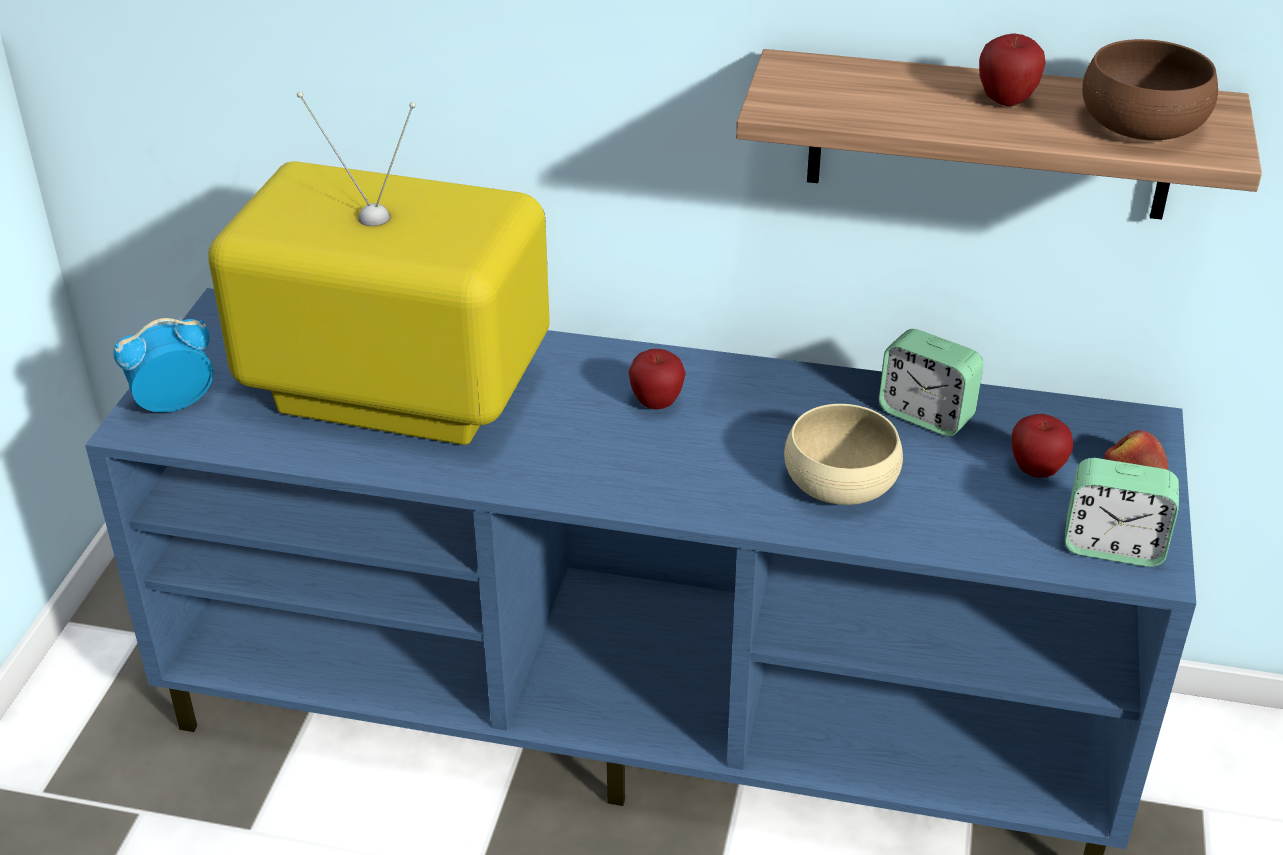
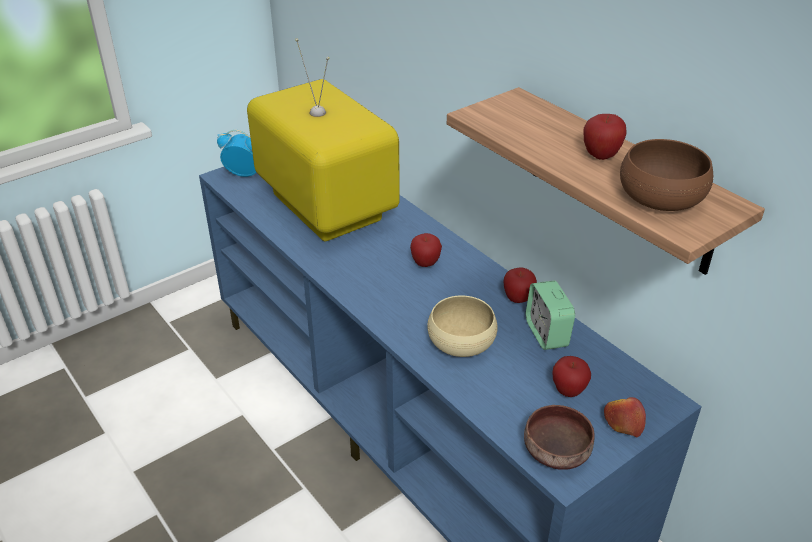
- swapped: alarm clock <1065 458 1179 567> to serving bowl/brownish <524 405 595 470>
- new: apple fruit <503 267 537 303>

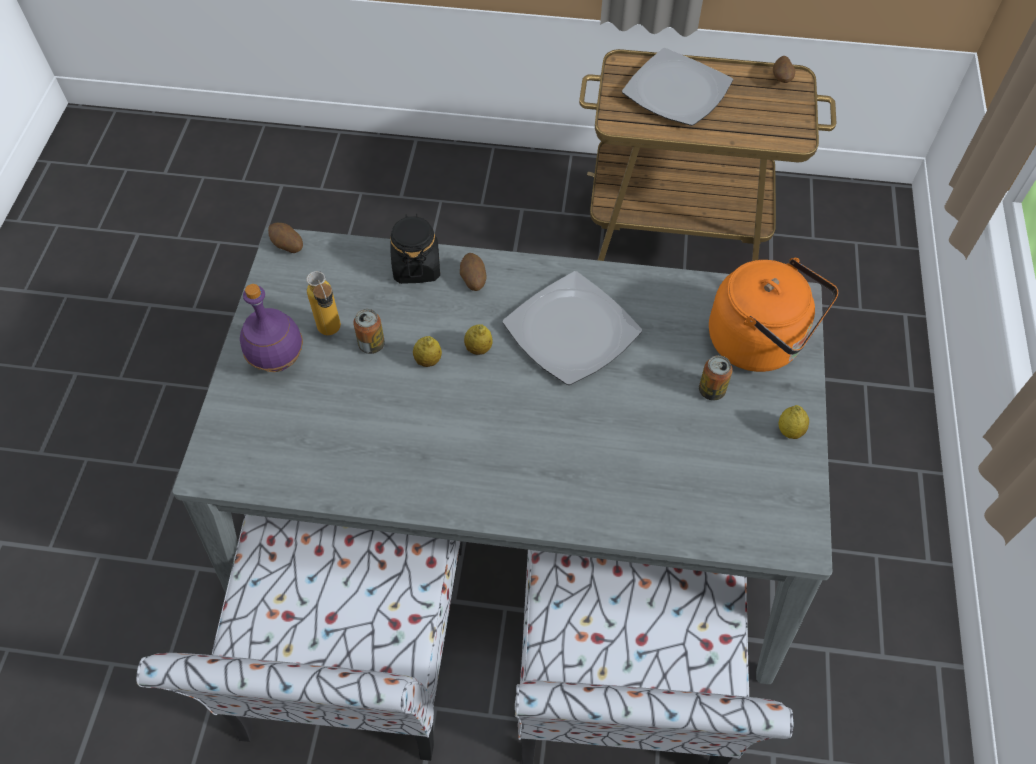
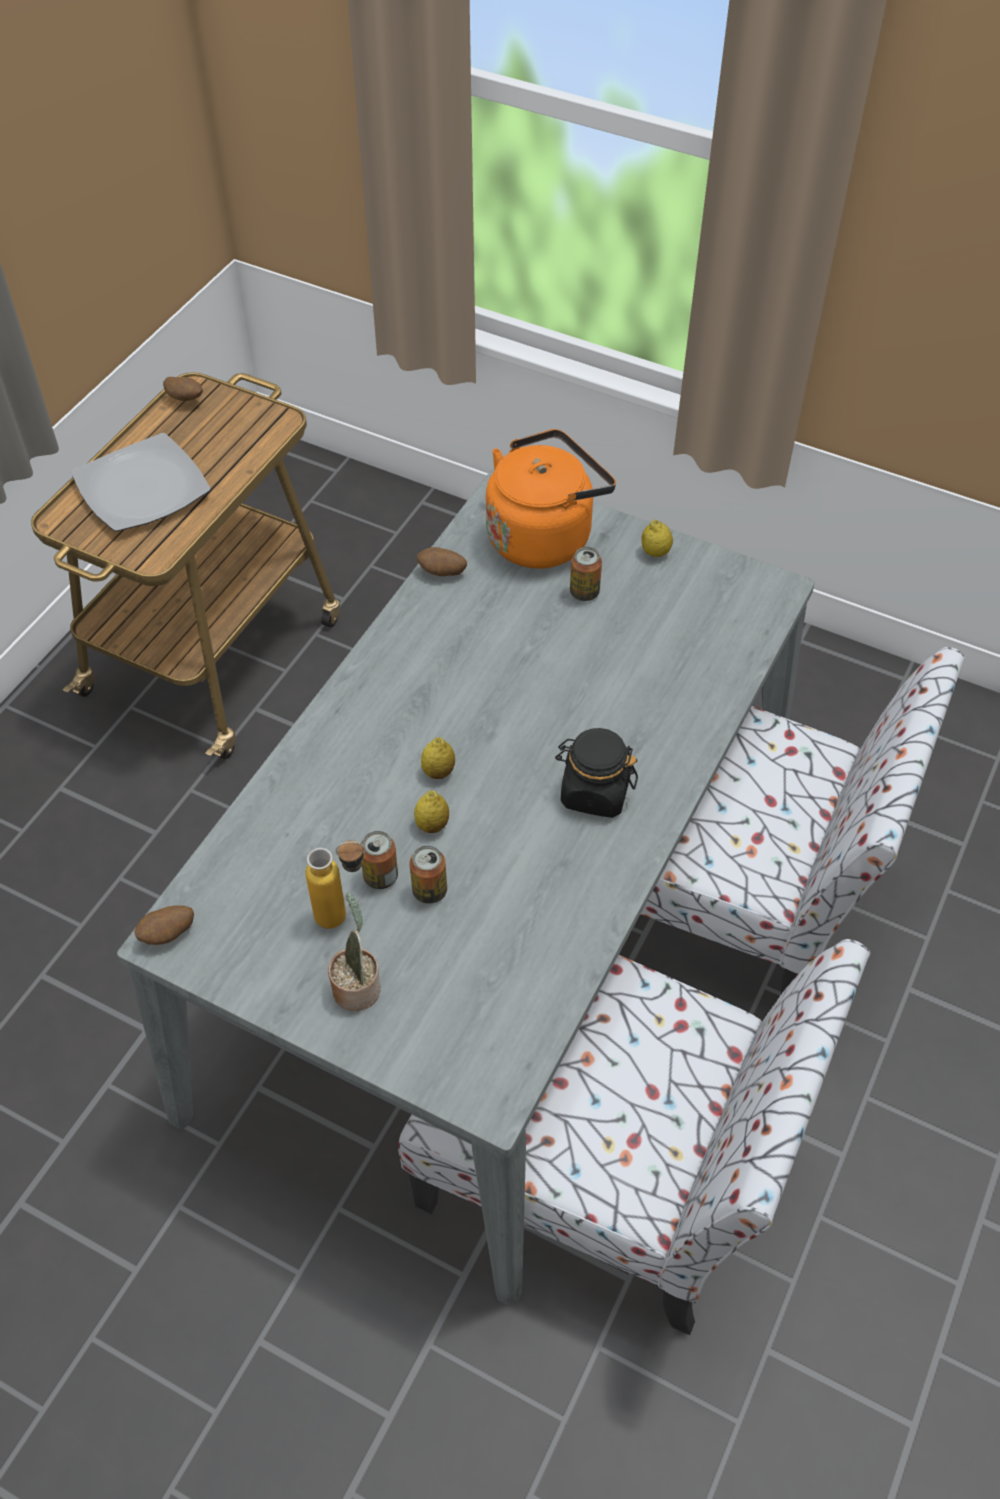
- shifted: storage jar/black <390 214 440 284> to <555 728 638 818>
- shifted: whole potato <460 253 487 291> to <417 547 467 576>
- gone: plate <503 271 642 385>
- swapped: drink bottle/purplish <240 284 303 372> to plant in a pot <328 893 381 1011>
- new: metal can <409 845 447 904>

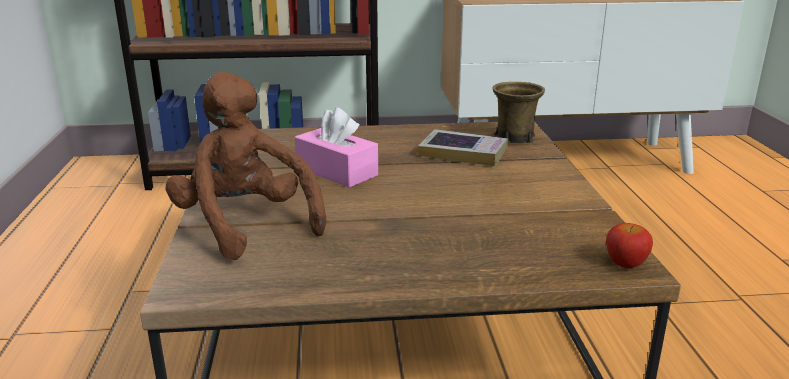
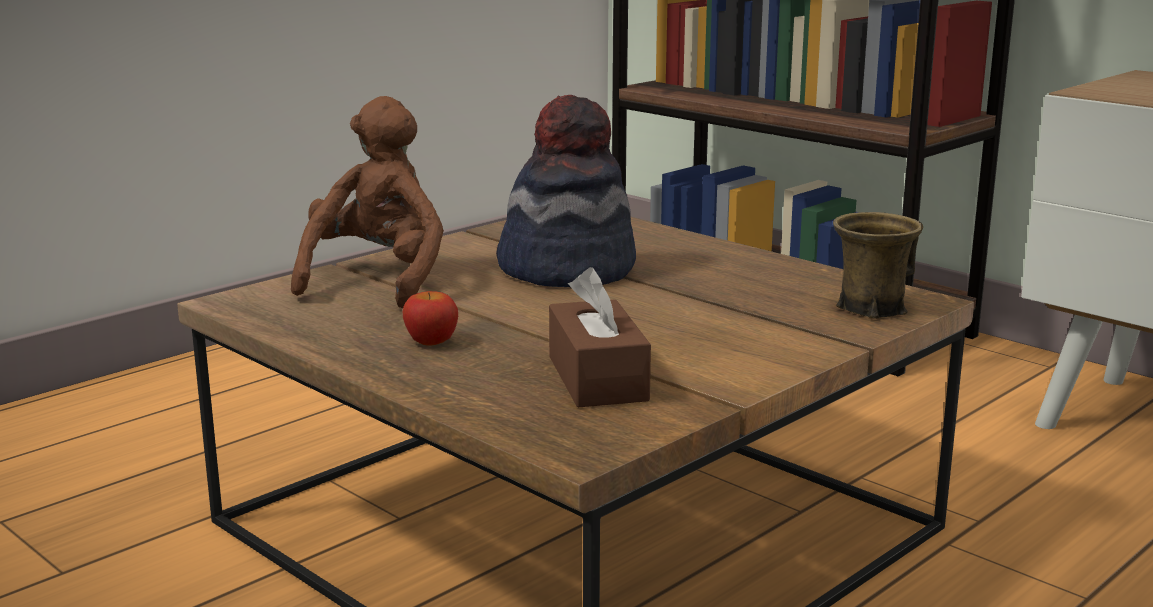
- swapped: box of tissues/pink-coloured <295 107 378 188> to wearable hat <496 95 636 287>
- gone: volume <418 129 508 166>
- shifted: apple fruit <606 223 653 268> to <403 291 458 346>
- new: box of tissues/brownish <549 267 651 407>

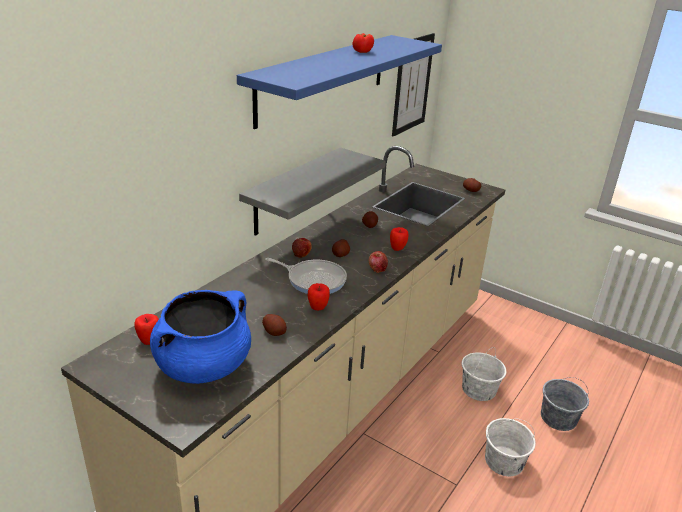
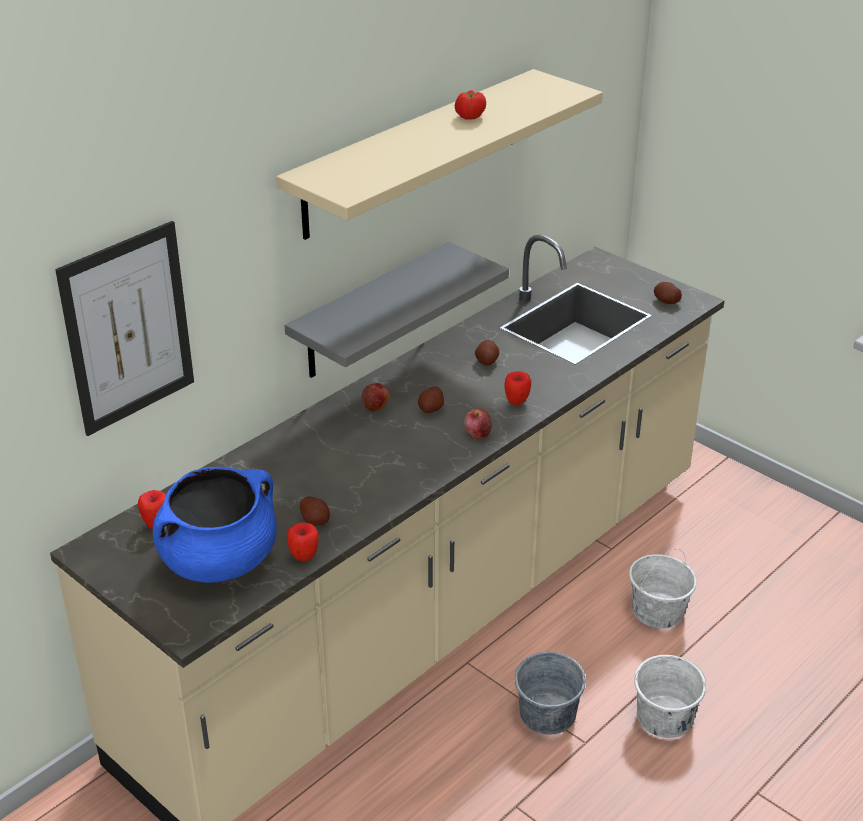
- shifted: wall art <392 33 435 137> to <55 221 194 436>
- repainted: wall shelf/blue <237 35 442 129> to wall shelf/beige <276 69 603 240>
- gone: frying pan <265 258 347 294>
- shifted: apple fruit <308 283 330 310> to <287 522 319 561>
- shifted: pail/grey <541 377 589 431> to <515 652 586 735>

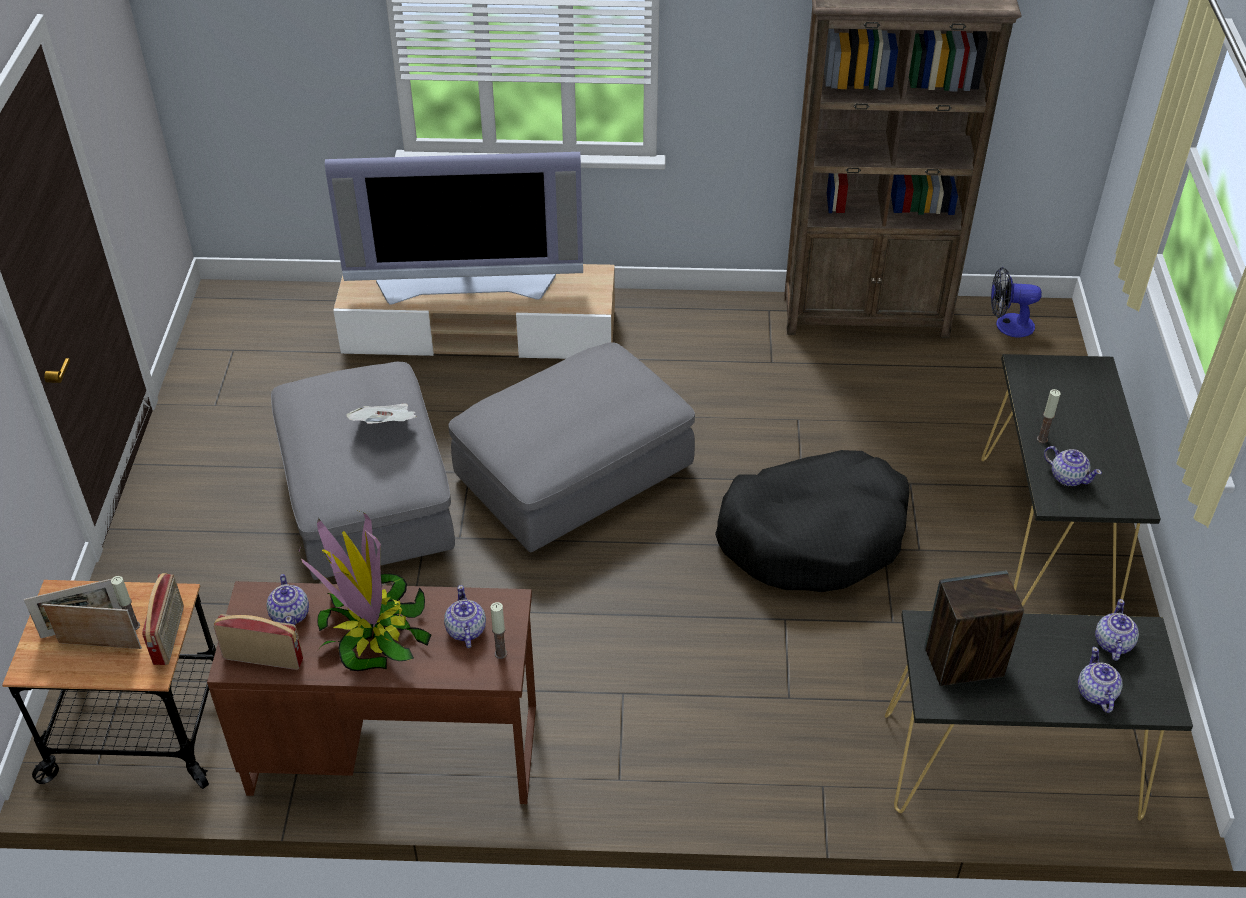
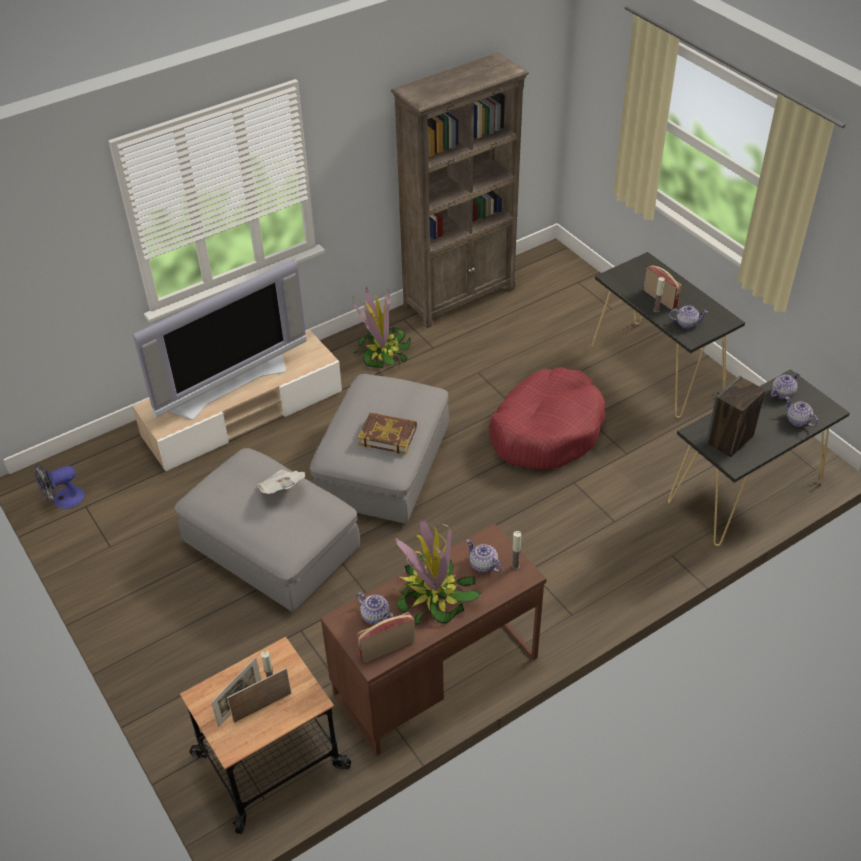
- shifted: electric fan <991 267 1042 337> to <34 464 85 509>
- repainted: dog bed/black <715 450 910 592> to dog bed/reddish <489 367 605 469>
- shifted: radio set <142 573 184 665> to <643 265 682 310>
- rotated: tea pot <1095 599 1139 661> = <771 372 800 399> 75 degrees clockwise
- new: plant in a pot <353 286 411 369>
- new: volume <358 413 417 454>

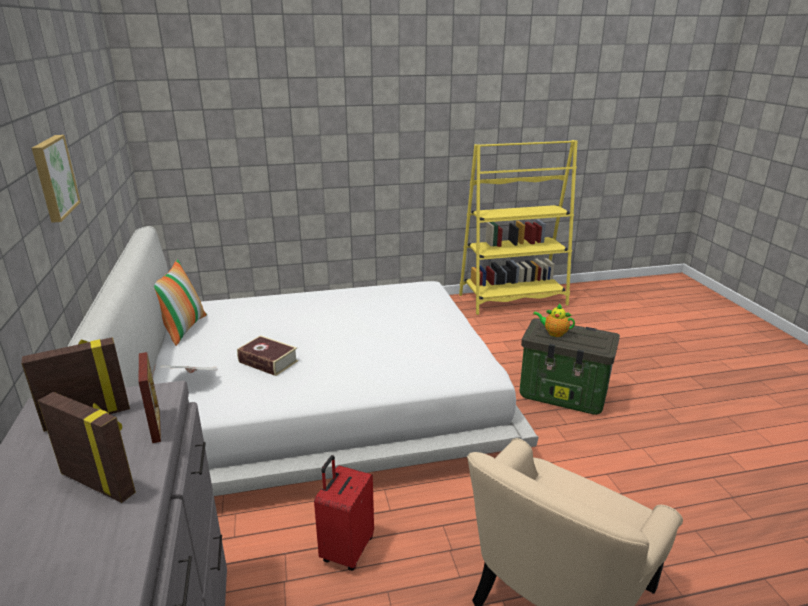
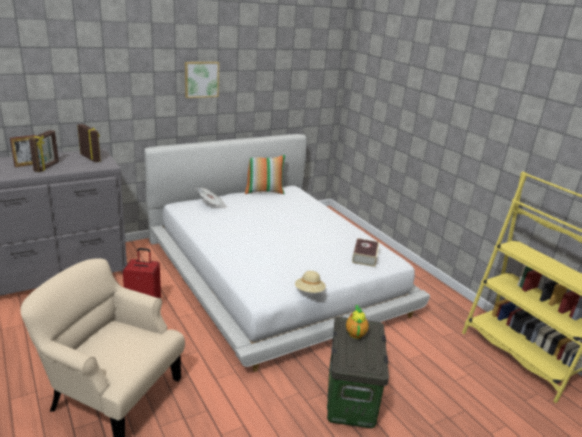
- shifted: volume <237 335 298 376> to <352 238 379 267>
- shifted: standing frame <138 352 161 443> to <10 135 36 167>
- new: wearable hat/beige <295 271 326 293>

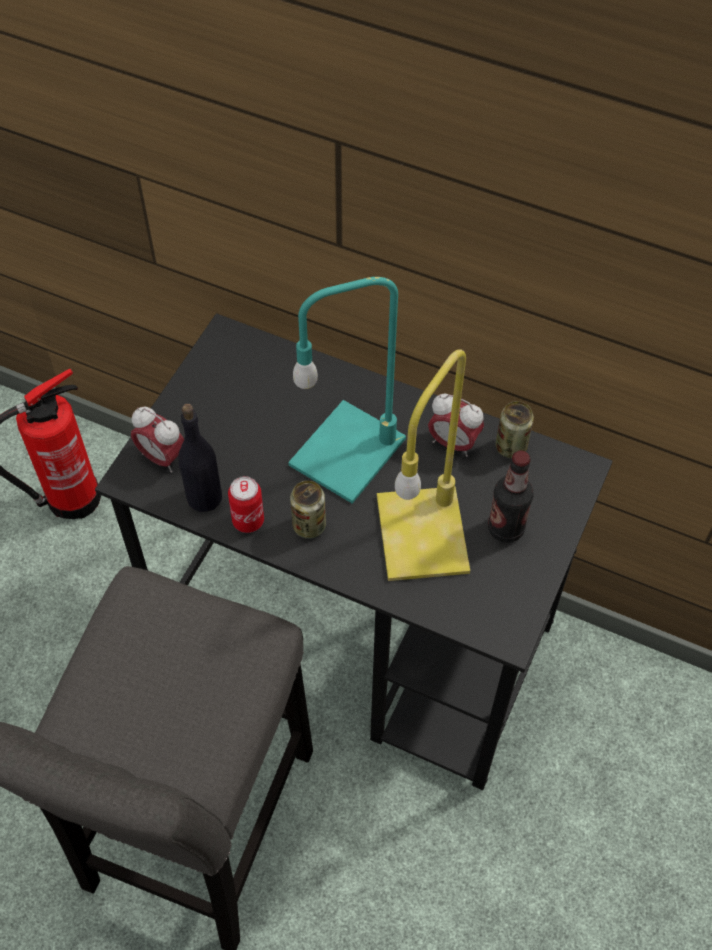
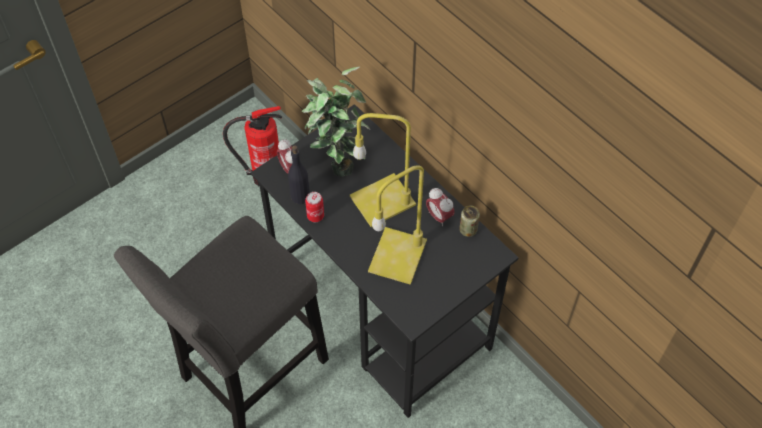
- repainted: table lamp/turquoise-coloured <288 277 406 504> to table lamp/yellow <350 113 416 227>
- gone: drink bottle <488 451 533 543>
- gone: metal can <290 481 326 539>
- new: plant in a pot <302 67 370 177>

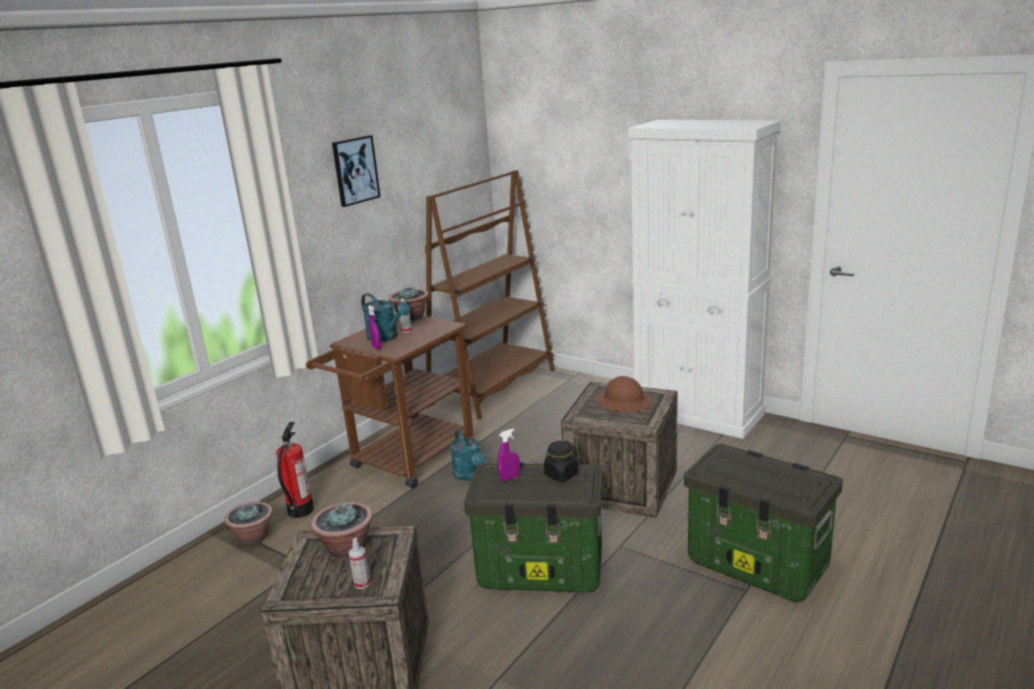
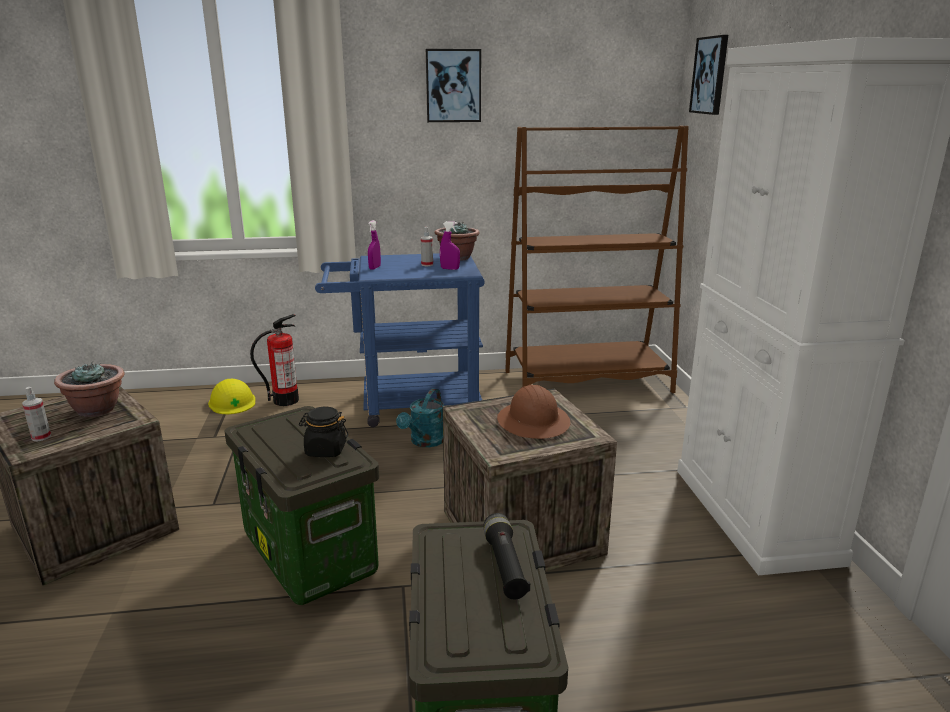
- gone: watering pot/turquoise-coloured <361 293 410 342>
- repainted: trolley/brownish <306 316 474 488> to trolley/blue <315 253 485 427>
- shifted: spray bottle/purplish <498 429 520 481> to <440 221 460 270>
- swapped: plant in a pot <224 502 273 545> to hard hat/yellow <208 379 255 414>
- new: wall art <689 35 728 115>
- new: torch/black <484 513 530 599>

